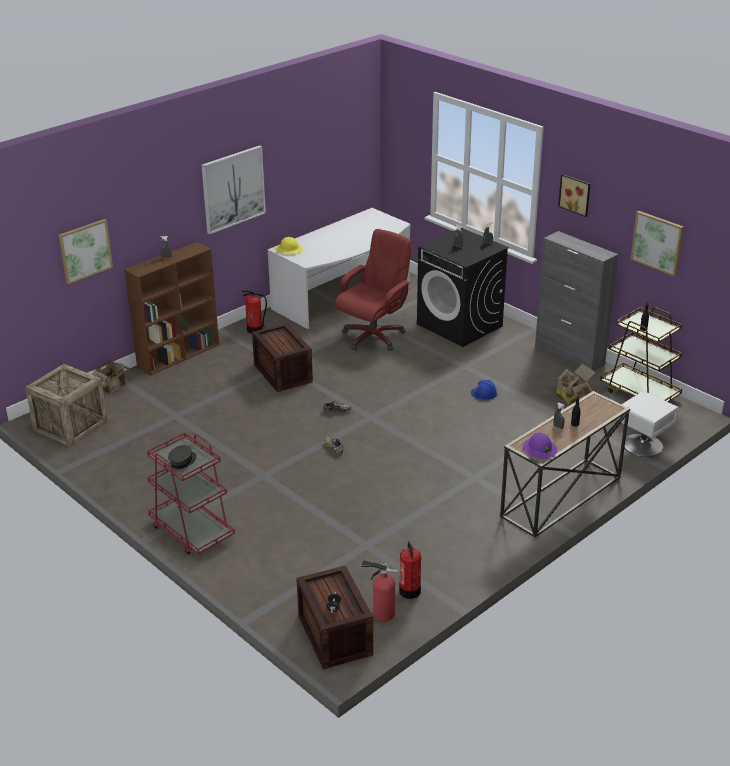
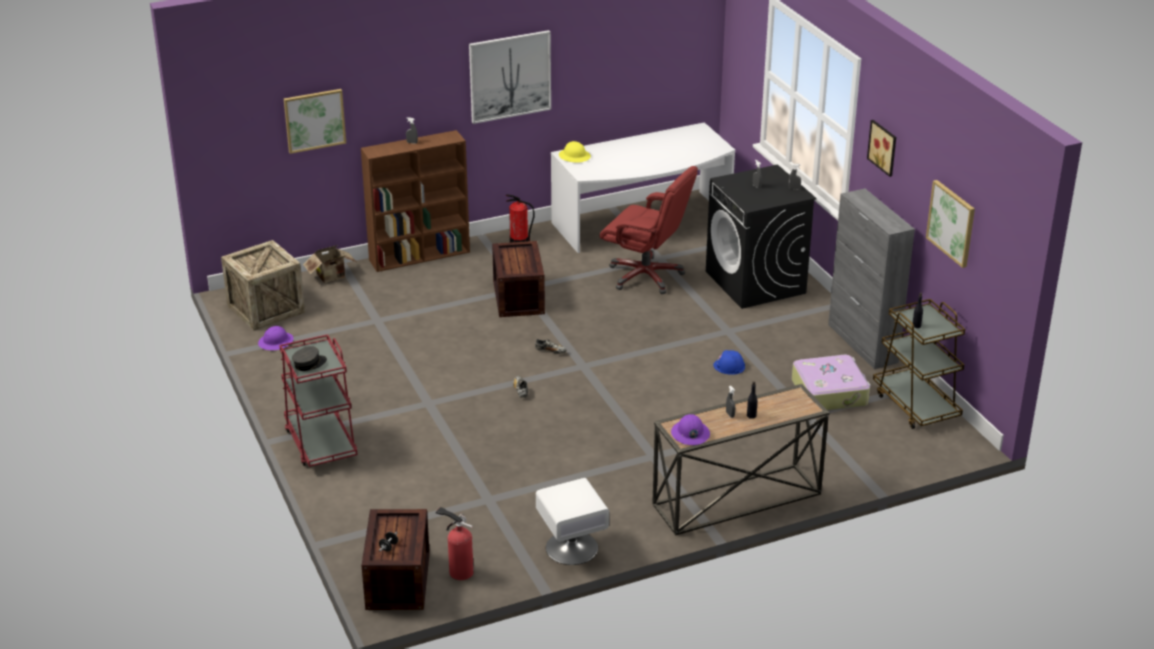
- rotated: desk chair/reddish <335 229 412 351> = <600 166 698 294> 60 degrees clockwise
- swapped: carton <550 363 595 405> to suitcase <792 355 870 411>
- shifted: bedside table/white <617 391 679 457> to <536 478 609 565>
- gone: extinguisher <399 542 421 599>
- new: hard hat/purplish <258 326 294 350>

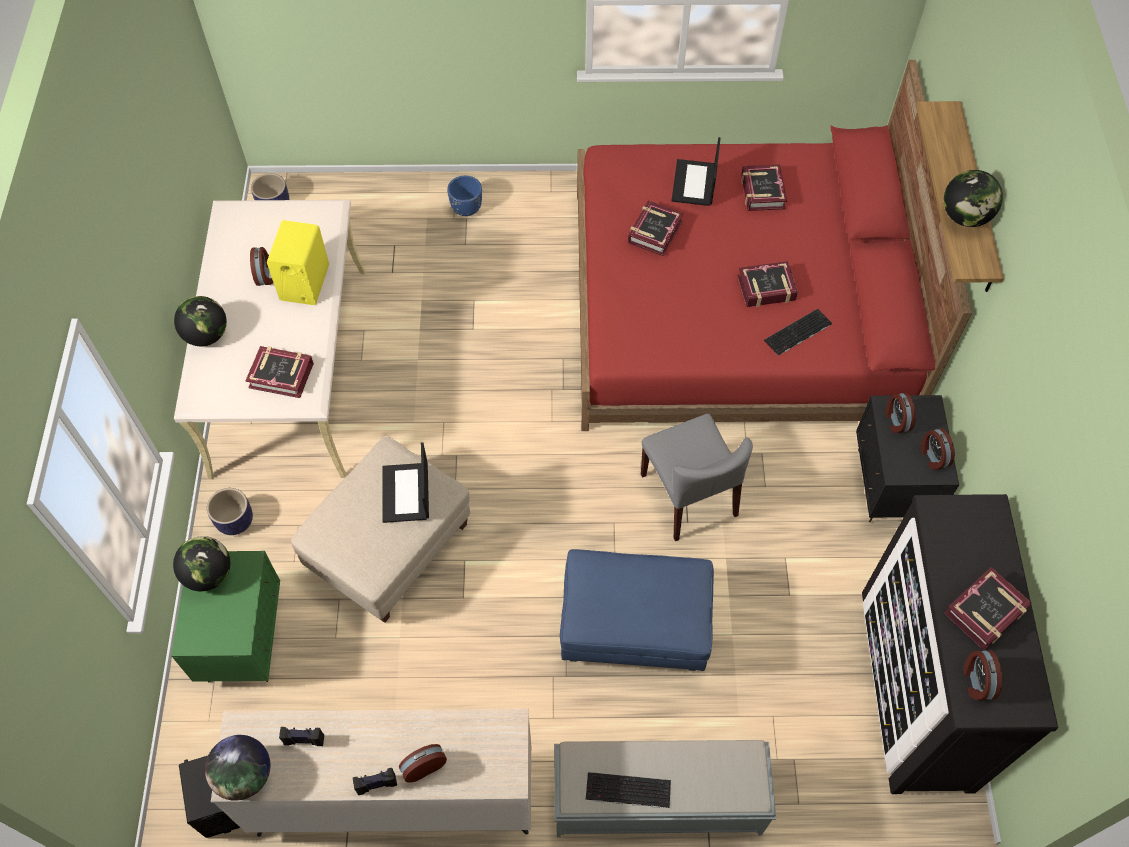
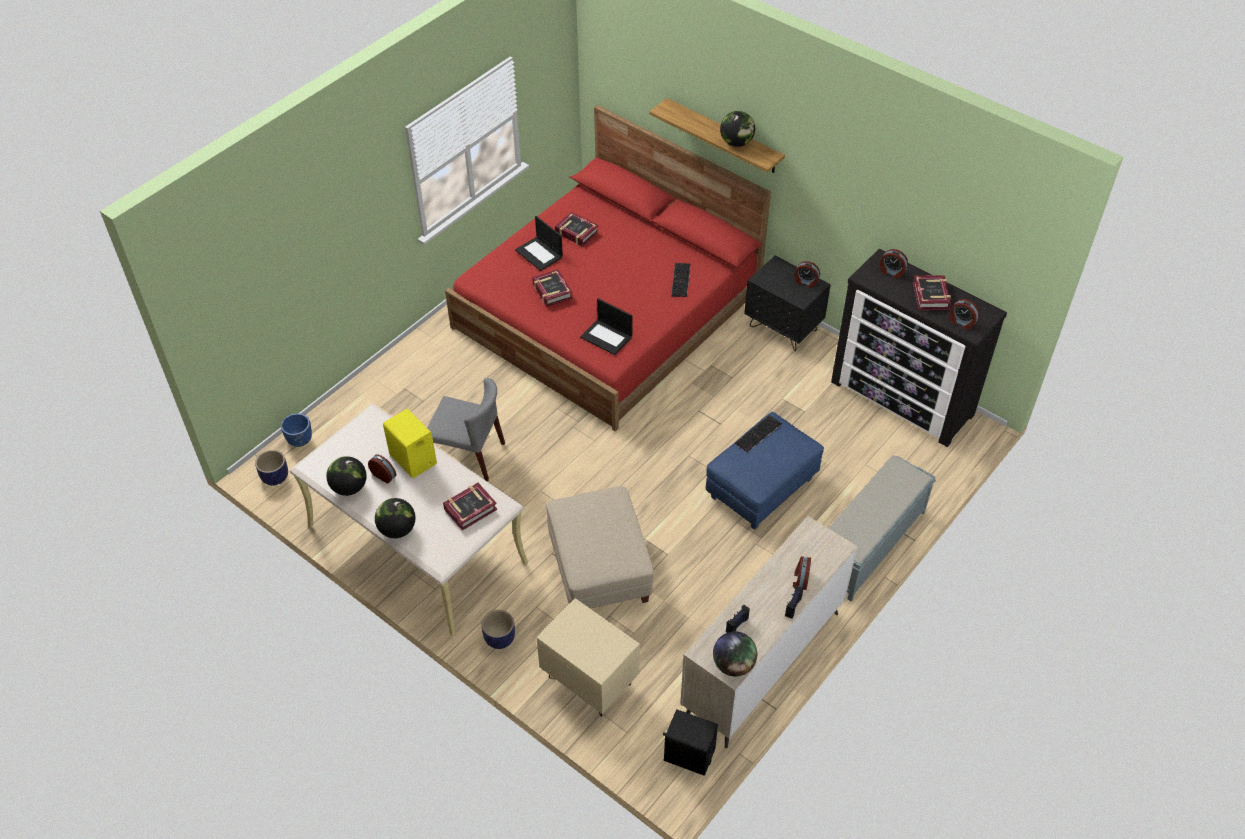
- shifted: planter/blue <447 176 482 216> to <281 413 312 447>
- gone: volume <738 261 798 307>
- shifted: alarm clock <885 393 916 433> to <880 249 908 279>
- shifted: upright chair/grey <641 414 753 541> to <427 378 505 481>
- shifted: laptop <382 442 429 523> to <580 298 632 355>
- shifted: globe <173 536 230 591> to <326 456 367 496>
- repainted: bedside table/green-coloured <171 551 280 683> to bedside table/beige <536 598 640 717>
- shifted: PC keyboard <586 772 671 808> to <735 415 782 453>

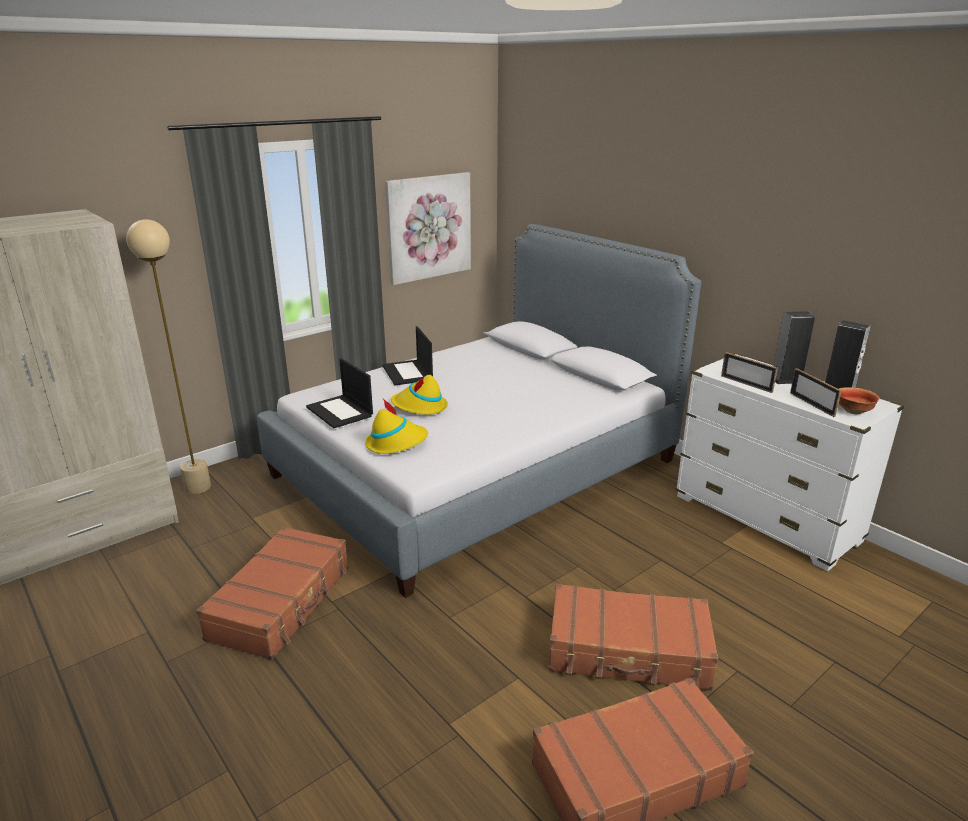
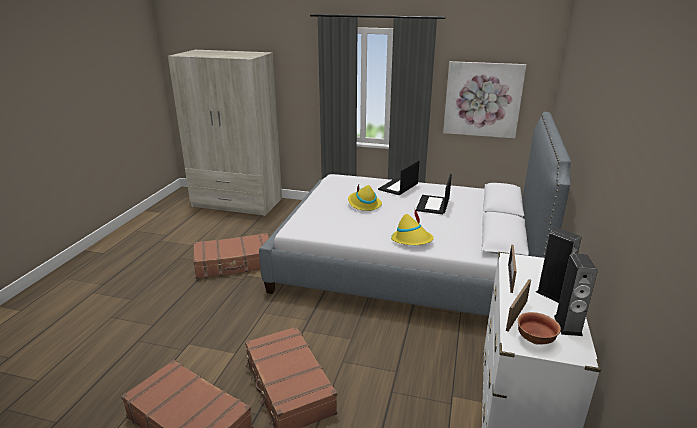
- gone: standard lamp/beige <126 219 211 494>
- shifted: laptop <306 358 373 428> to <416 174 452 214>
- shifted: wearable hat/yellow <365 399 428 454> to <391 208 434 245>

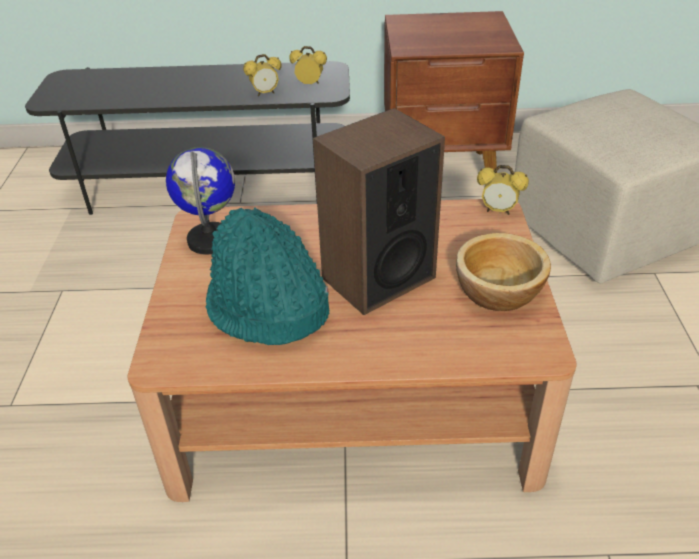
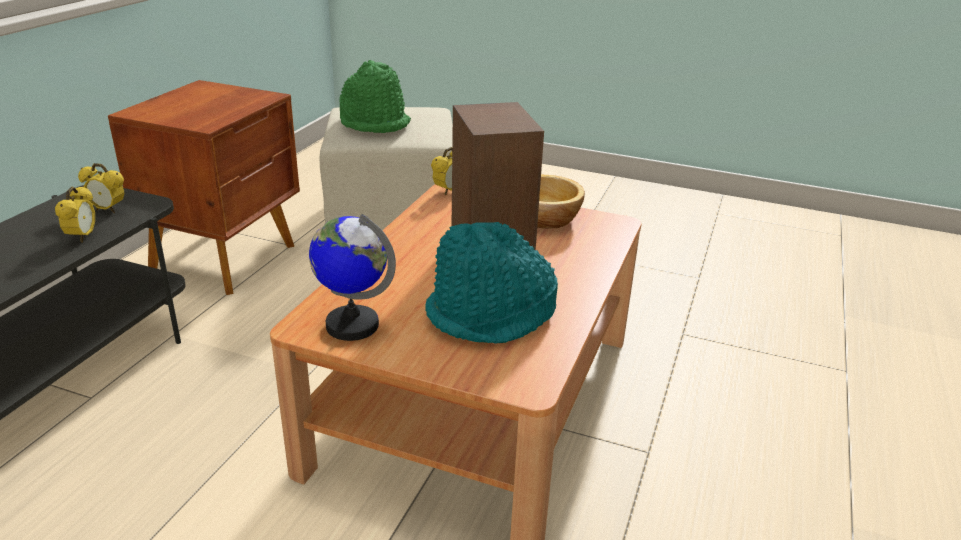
- rotated: alarm clock <289 46 327 84> = <78 163 125 213> 105 degrees counterclockwise
- new: wearable hat/green-coloured <339 60 411 133>

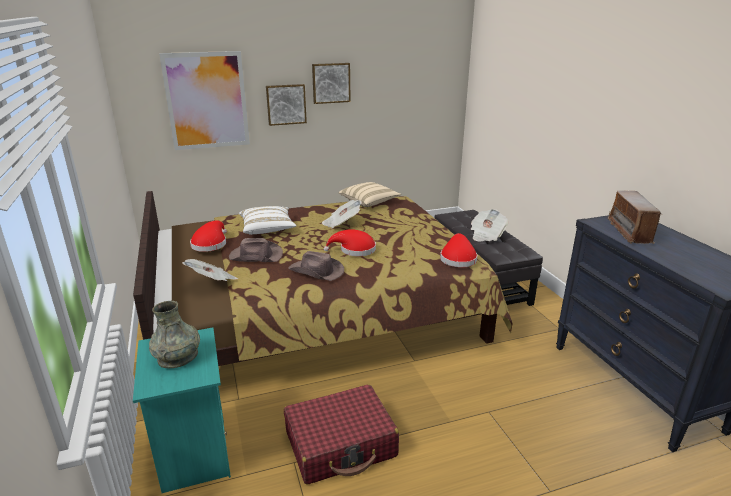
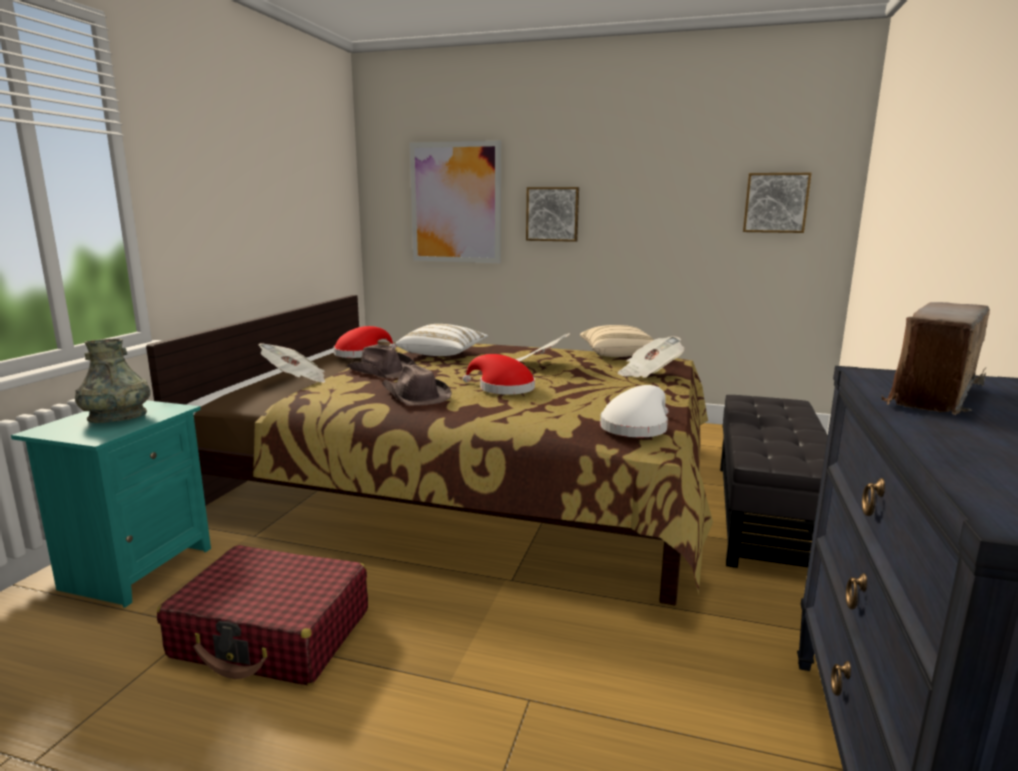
- shifted: wall art <312 63 351 104> to <743 173 811 233>
- shifted: printed paper <471 209 508 241> to <618 336 684 378>
- repainted: wearable hat/reddish <440 233 477 267> to wearable hat/white <600 385 669 437>

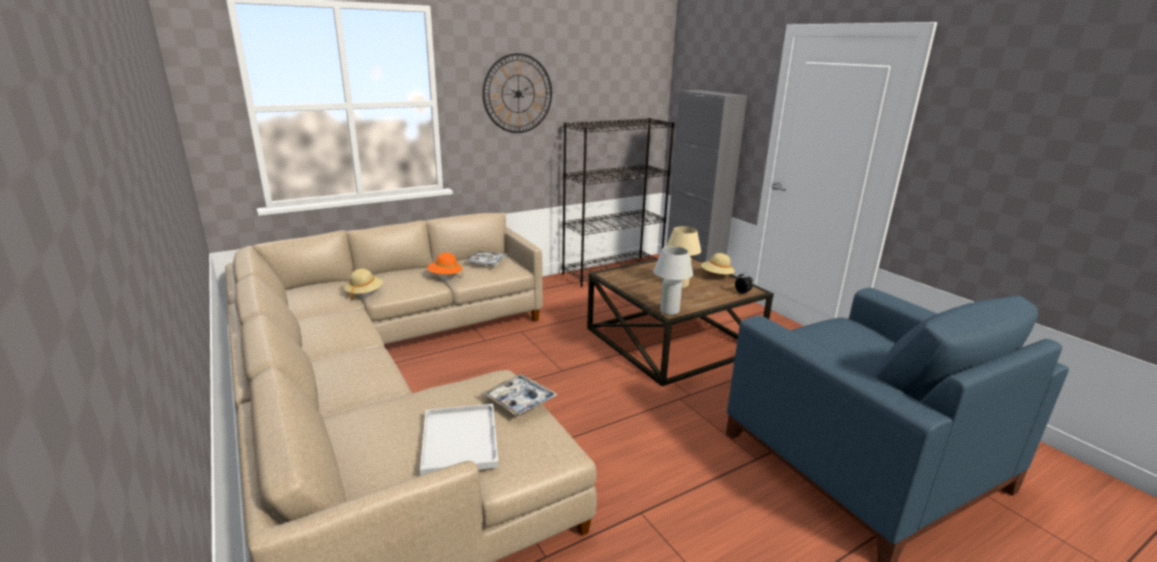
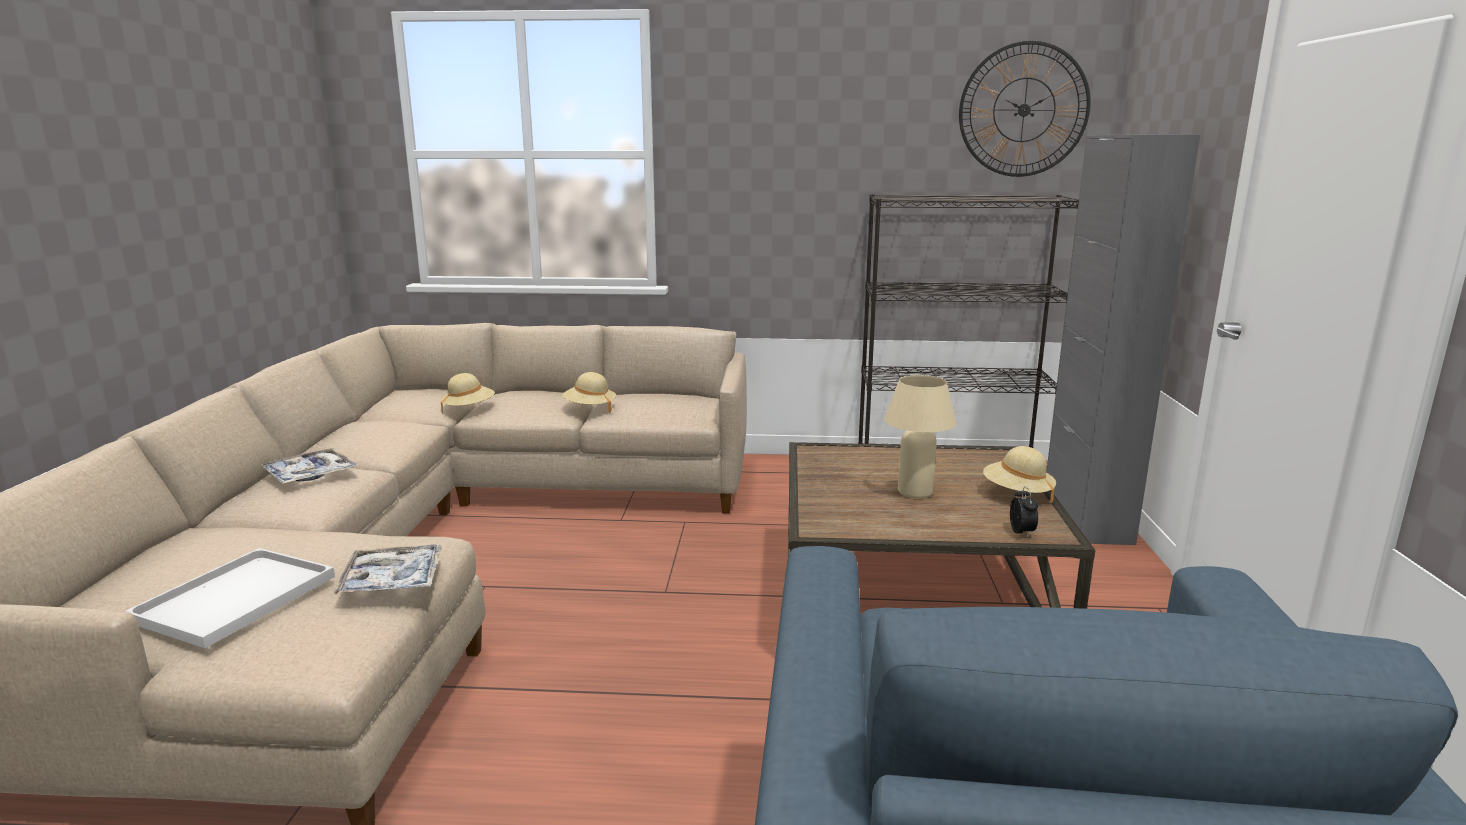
- shifted: clock on the wall <482 53 552 133> to <959 41 1091 177>
- gone: table lamp/white <653 246 693 315>
- shifted: serving tray <466 251 508 265> to <261 448 358 484>
- repainted: wearable hat/orange-coloured <427 253 463 276> to wearable hat/beige <562 372 616 413>

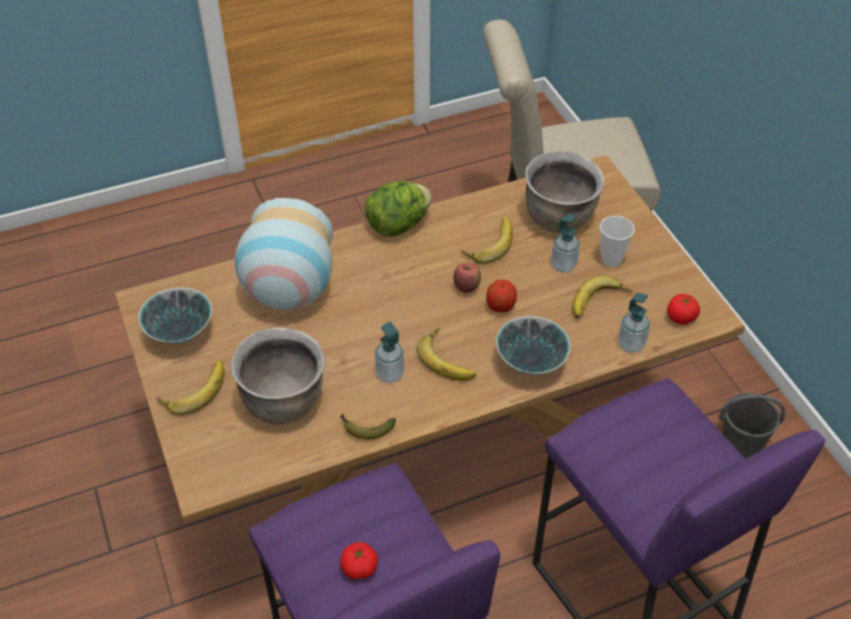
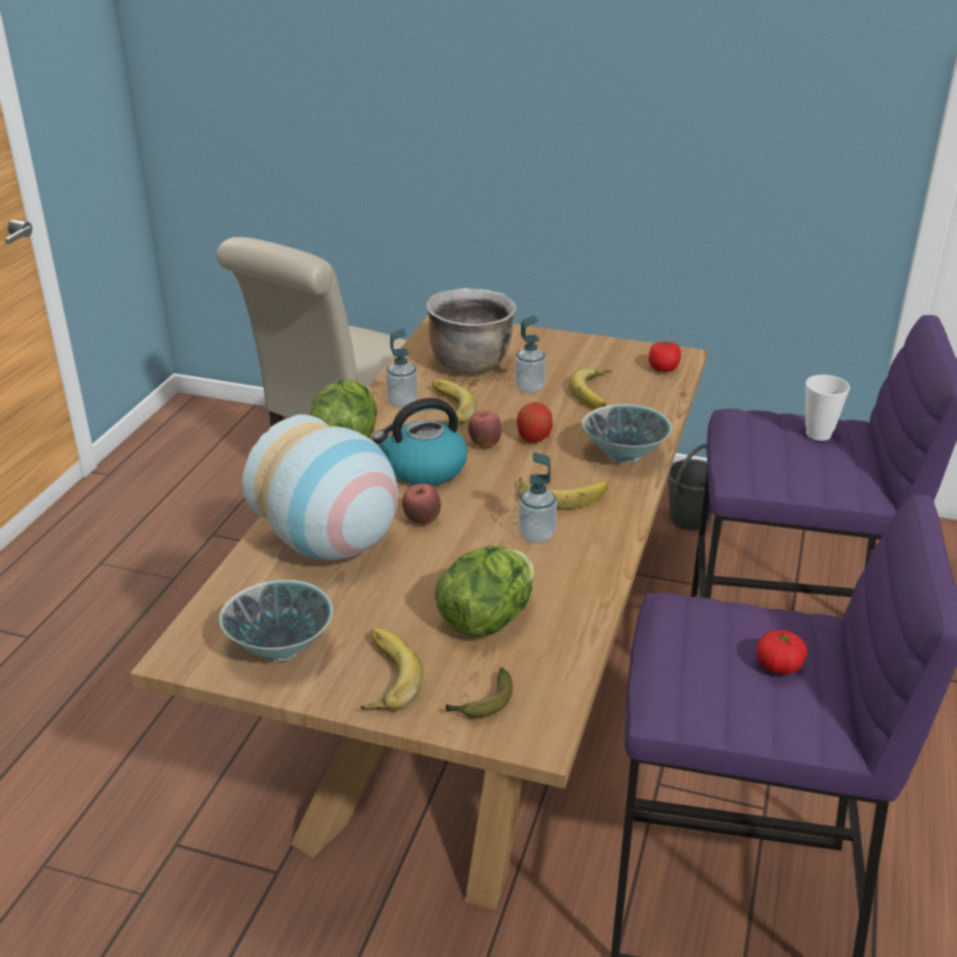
- shifted: small cup <600 216 635 267> to <805 375 850 441>
- shifted: soap dispenser <618 293 650 353> to <386 329 418 408>
- swapped: saucepot/brownish <231 328 325 425> to lettuce head <435 546 535 637>
- shifted: banana <340 414 396 439> to <445 668 513 718>
- new: tea kettle <373 398 467 486>
- new: apple fruit <402 484 441 525>

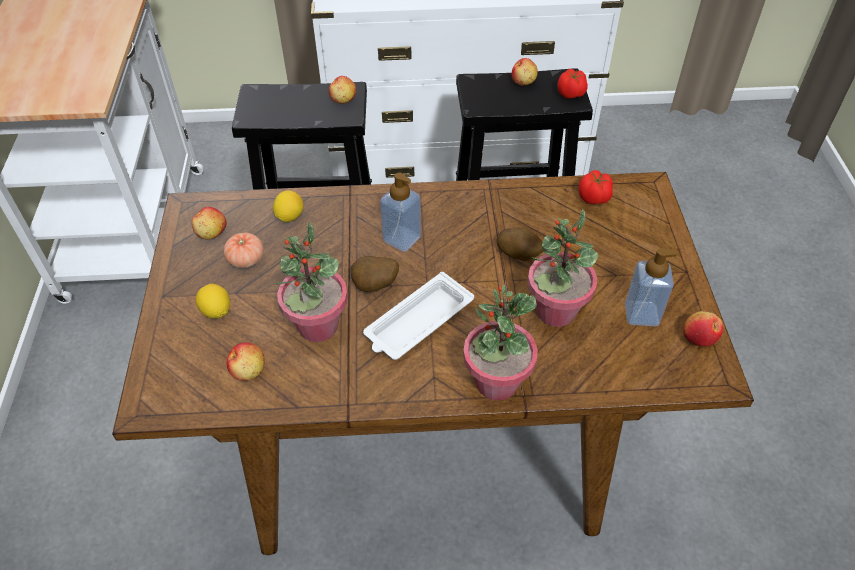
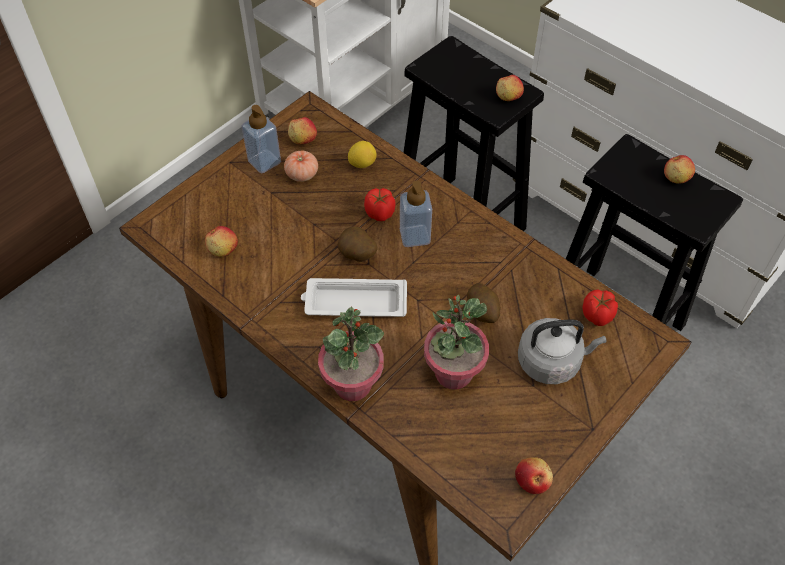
- shifted: whole tomato <558 69 588 98> to <364 188 396 221>
- gone: plant in a pot <274 222 348 342>
- shifted: soap dispenser <625 248 677 327> to <241 105 281 173>
- gone: citrus fruit <196 284 230 319>
- new: tea kettle/grey <518 318 606 384>

